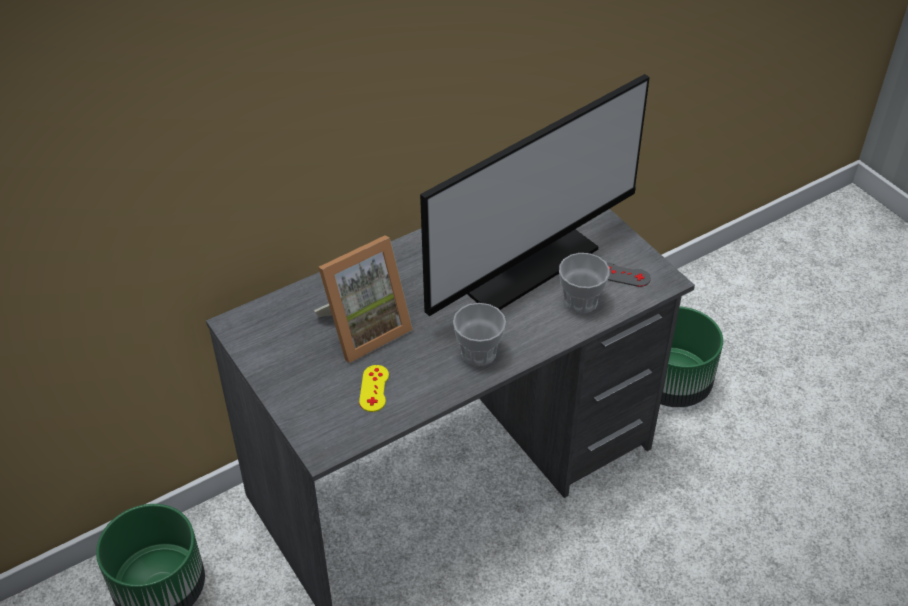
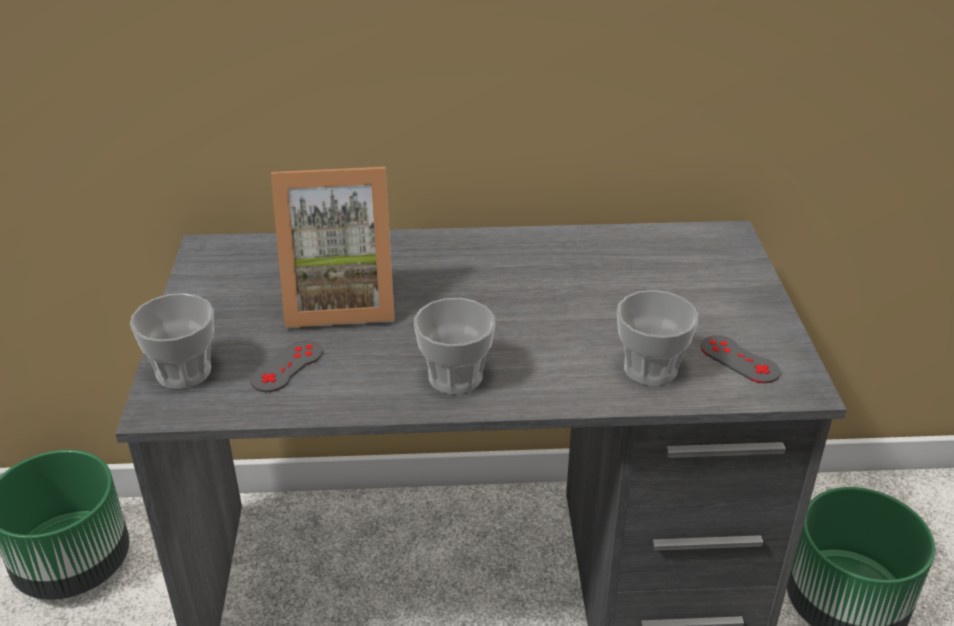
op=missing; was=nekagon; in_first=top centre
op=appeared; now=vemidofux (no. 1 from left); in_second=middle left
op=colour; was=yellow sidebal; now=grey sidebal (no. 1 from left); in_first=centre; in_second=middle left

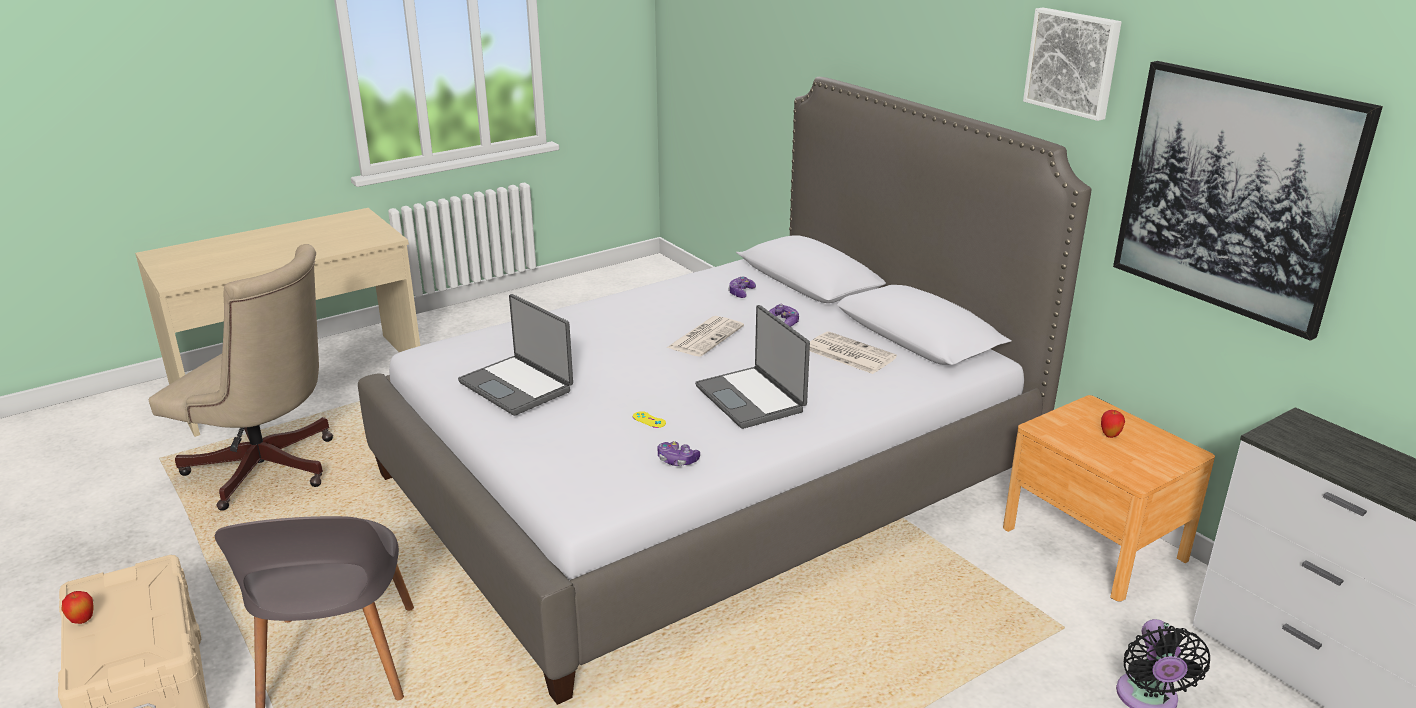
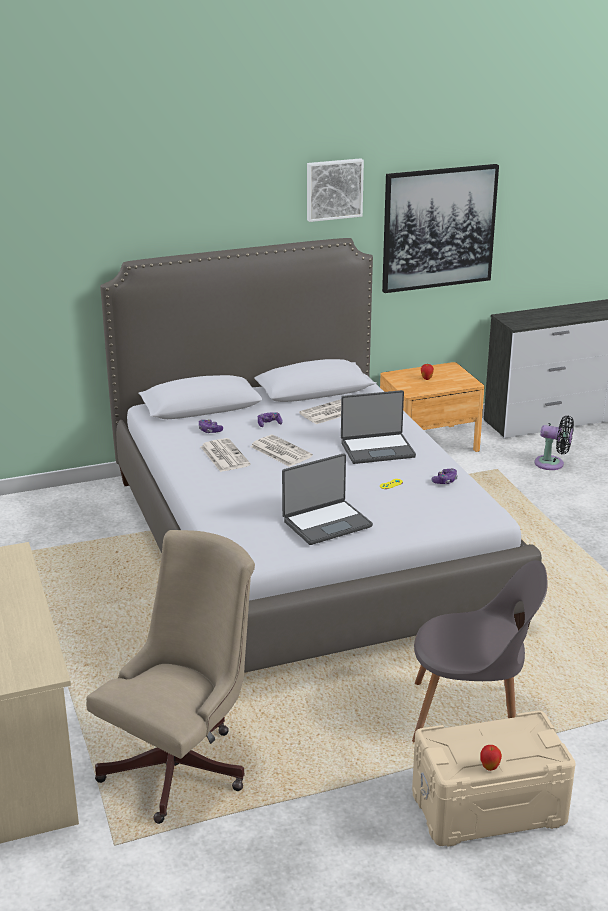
op=appeared; now=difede (no. 1 from left); in_second=centre

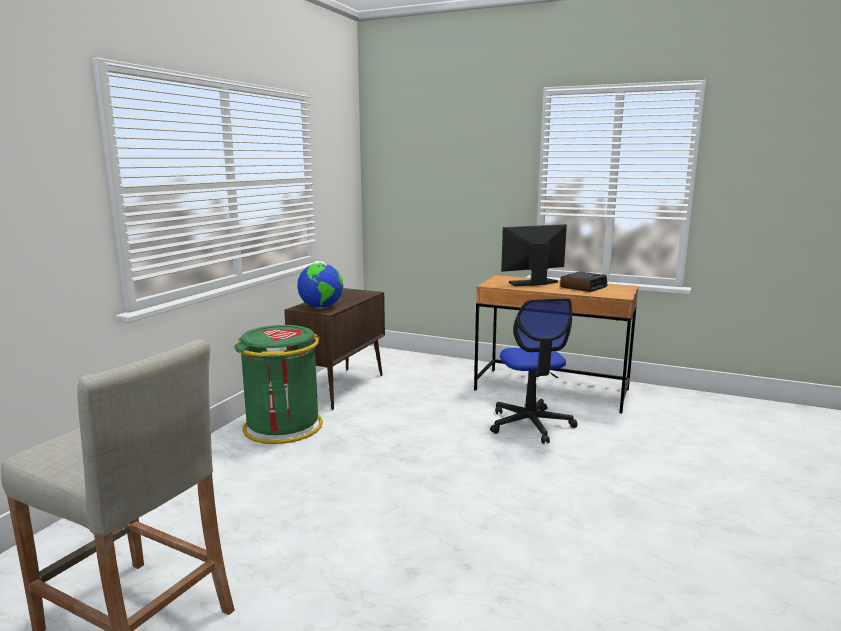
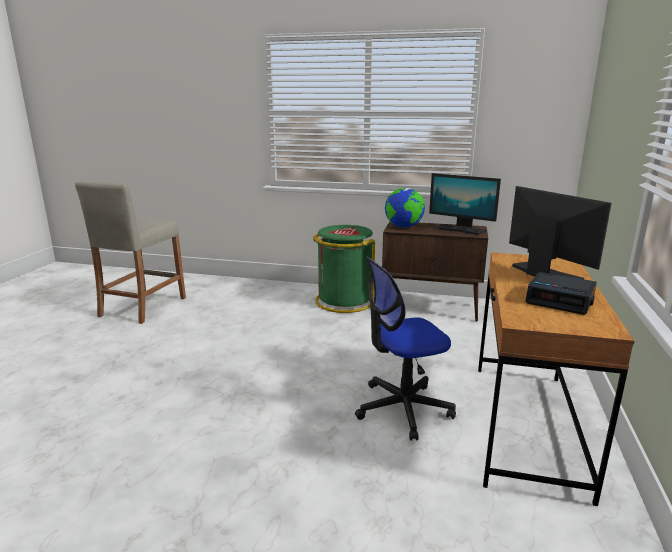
op=appeared; now=nekagon (no. 1 from left); in_second=middle right

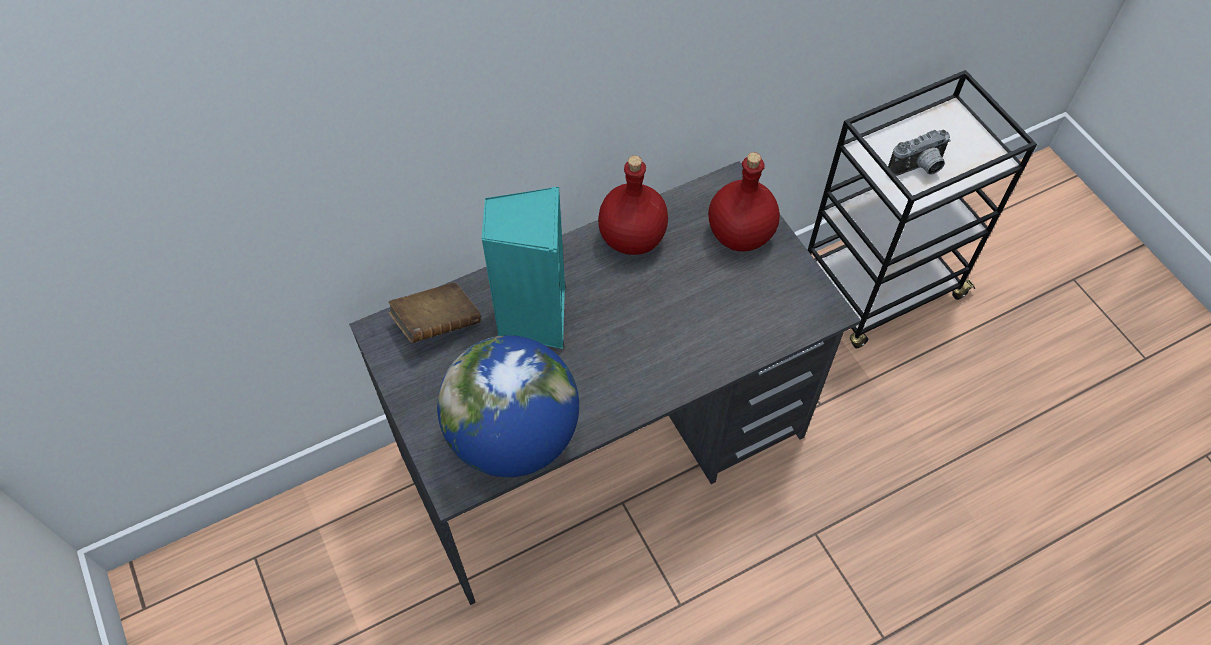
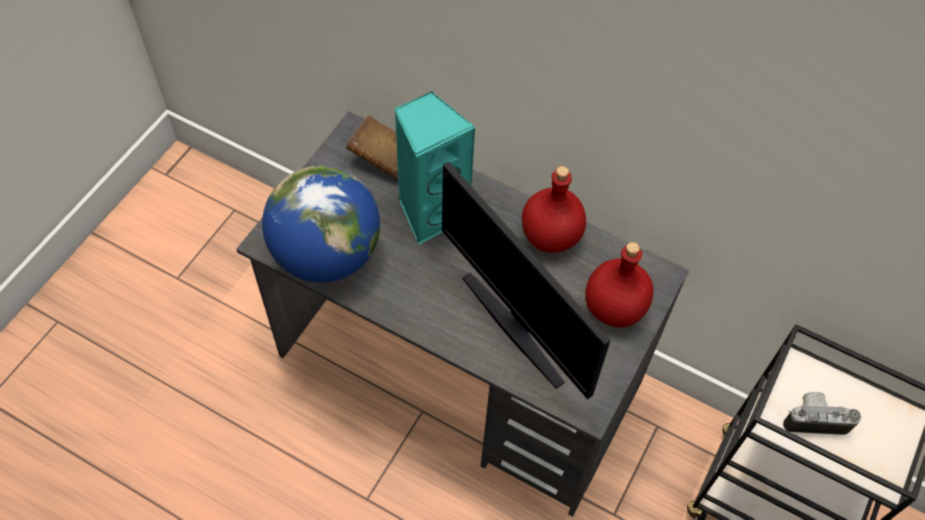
op=appeared; now=nekagon; in_second=centre
op=spun; was=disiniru; in_first=top right; in_second=bottom right; clockwise=150

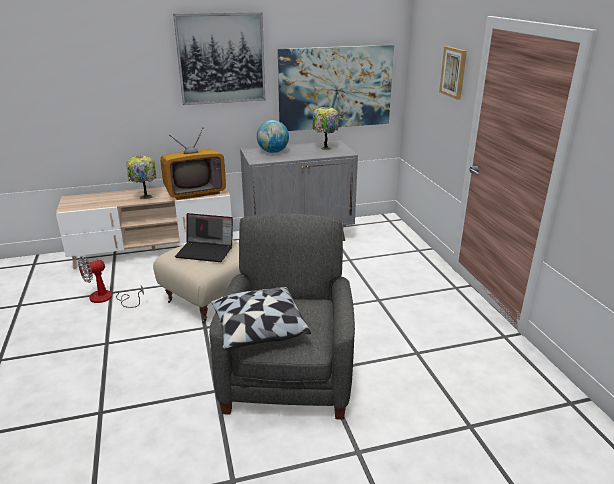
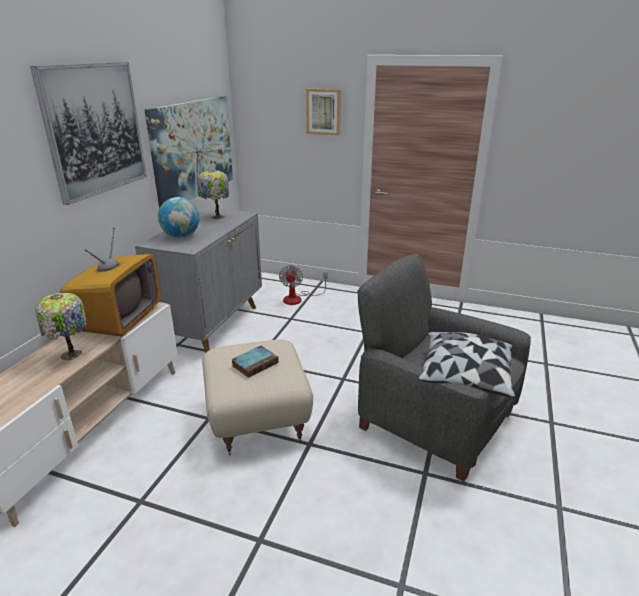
op=relocated; was=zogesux; in_first=middle left; in_second=centre
op=exchanged; was=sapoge; now=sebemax; in_first=middle left; in_second=centre

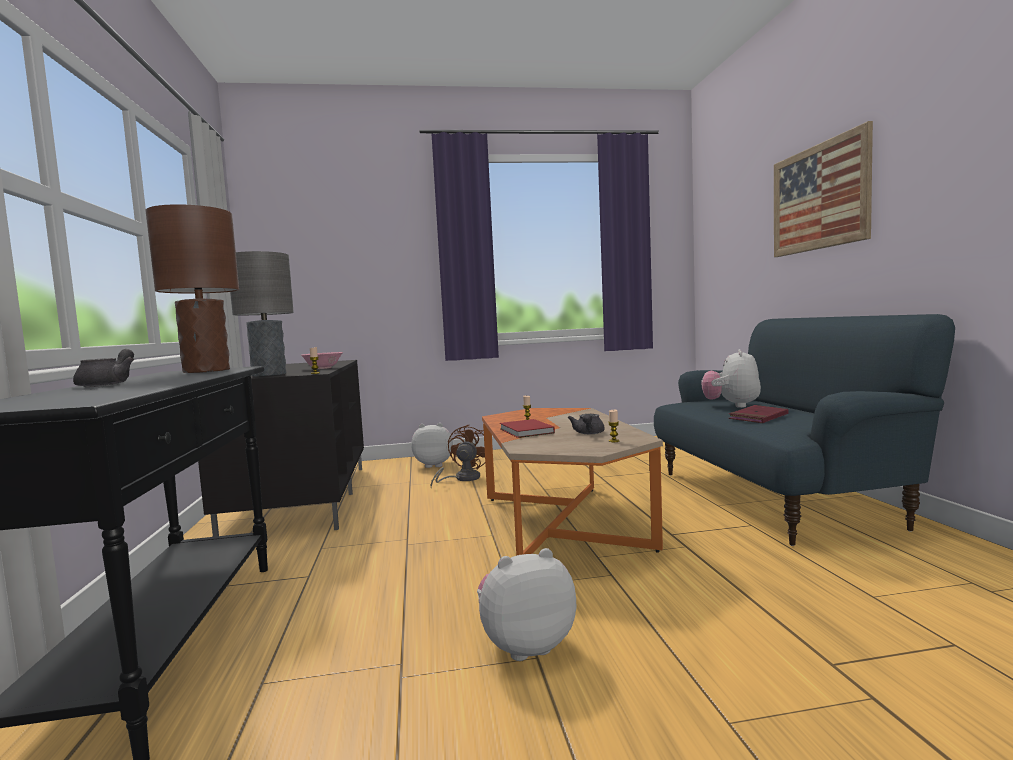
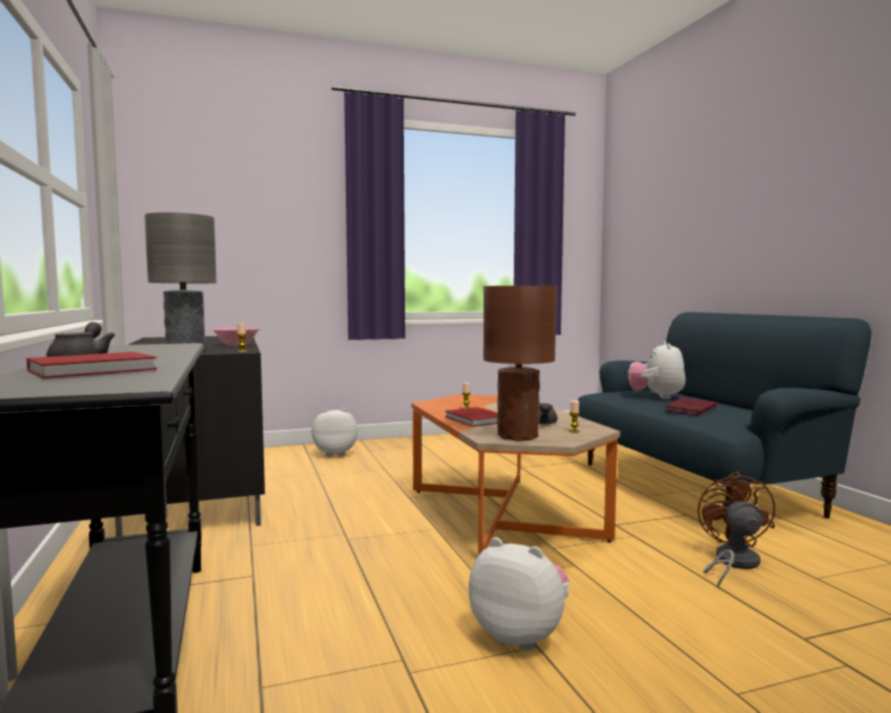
op=missing; was=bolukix; in_first=top right
op=appeared; now=red sebemax (no. 1 from left); in_second=middle left
op=relocated; was=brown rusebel; in_first=middle left; in_second=centre
op=relocated; was=brown zogesux; in_first=centre; in_second=bottom right
op=spun; was=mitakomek (no. 2 from left); in_first=bottom centre; in_second=bottom centre; clockwise=60

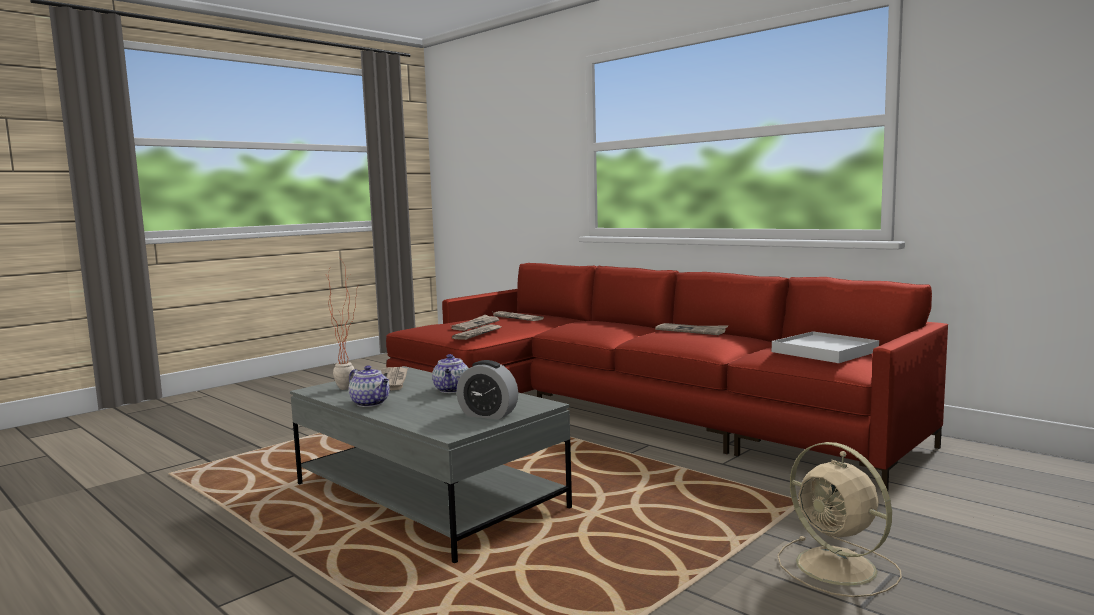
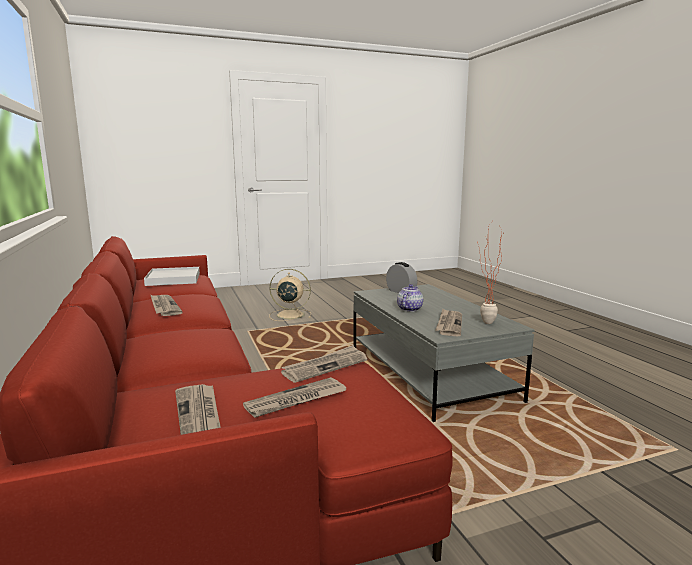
op=missing; was=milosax (no. 1 from left); in_first=centre
op=spun; was=beige zogesux; in_first=bottom right; in_second=centre; clockwise=-75

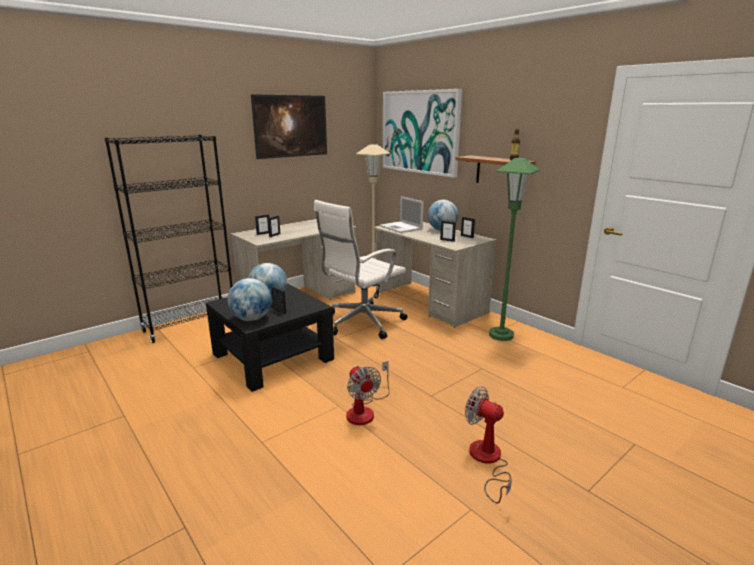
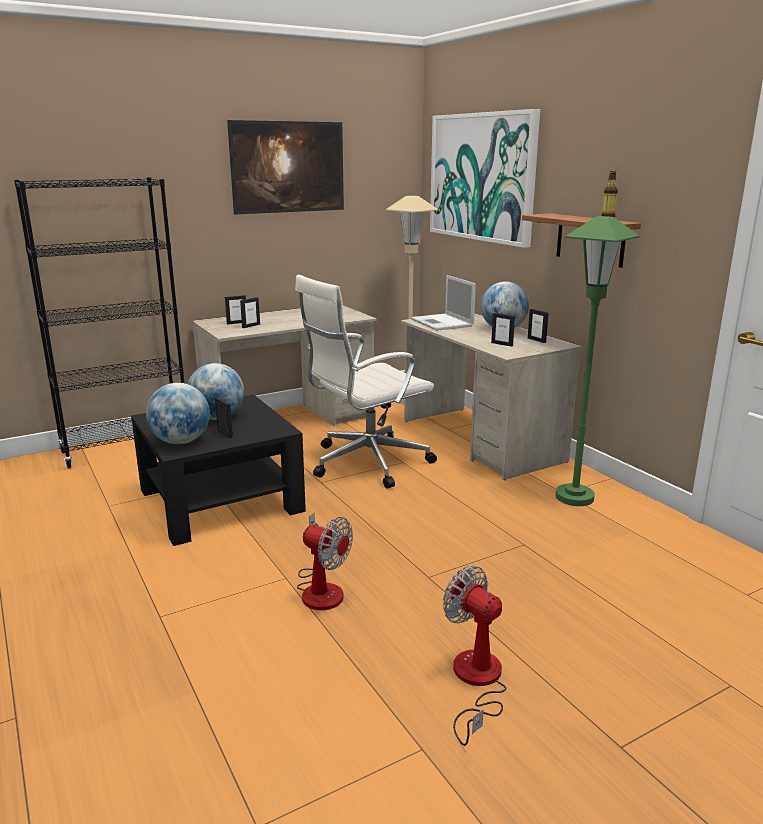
op=spun; was=zogesux (no. 1 from left); in_first=bottom centre; in_second=bottom centre; clockwise=-45

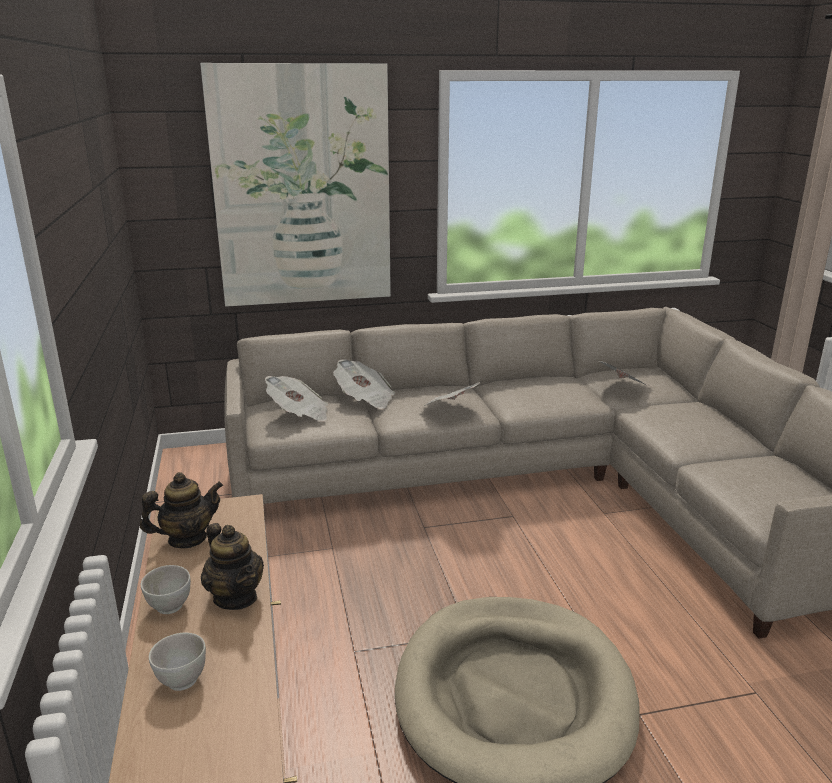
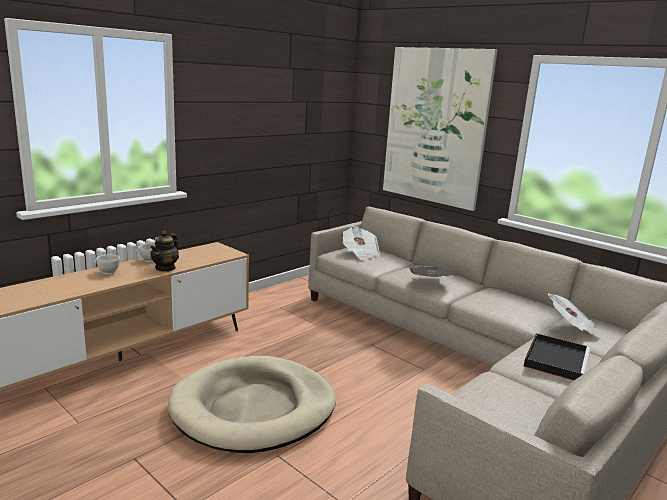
op=missing; was=milosax (no. 1 from left); in_first=middle left
op=missing; was=difede (no. 2 from left); in_first=centre
op=appeared; now=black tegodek; in_second=bottom right

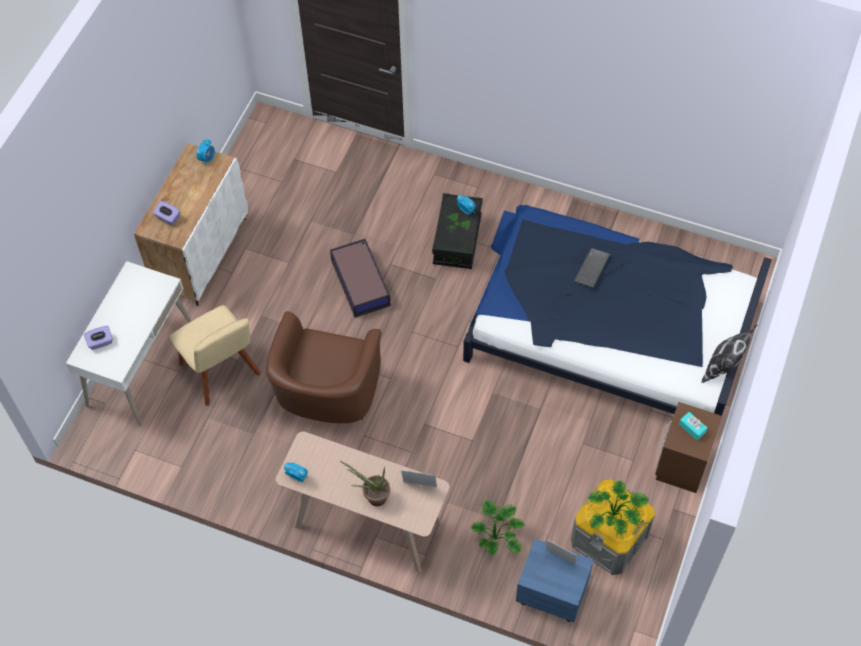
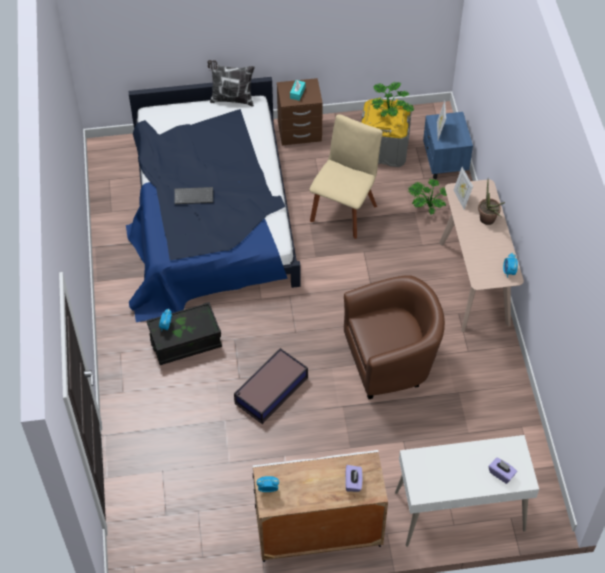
op=relocated; was=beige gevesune; in_first=middle left; in_second=top centre

